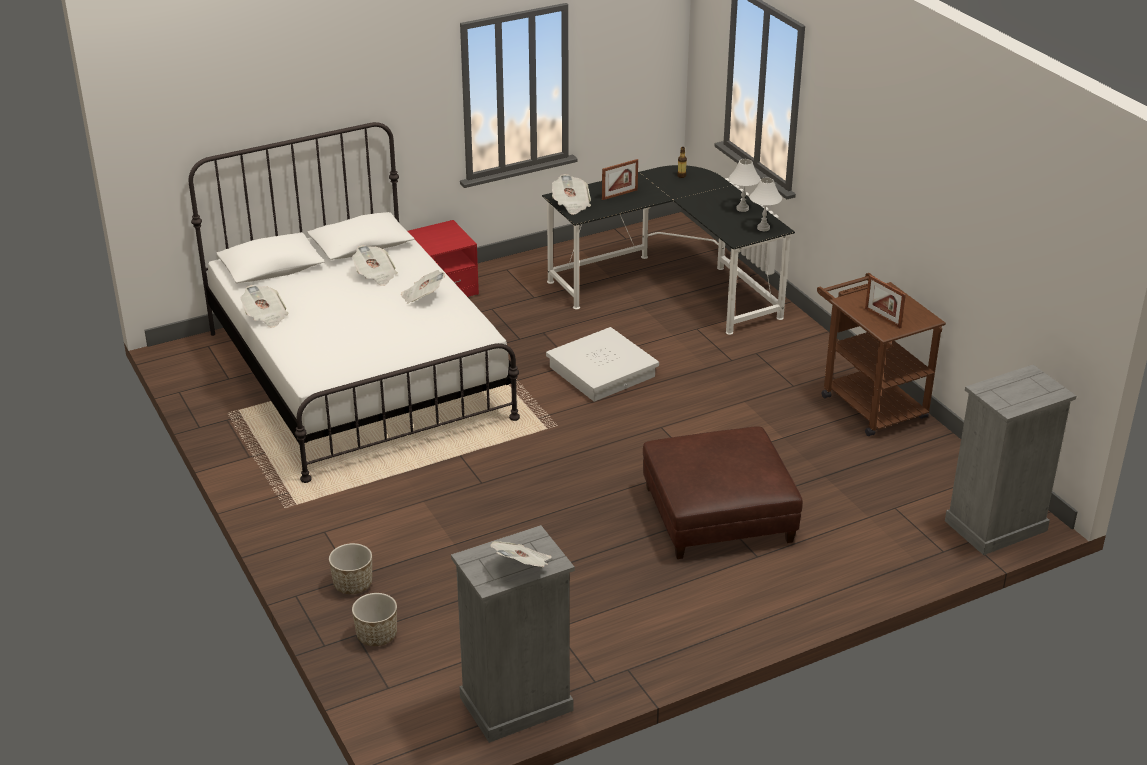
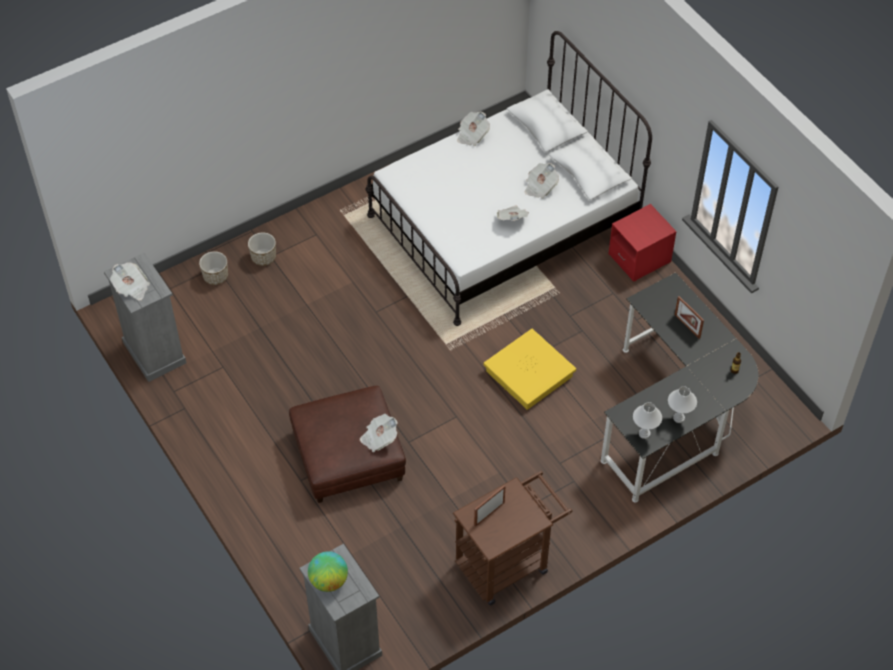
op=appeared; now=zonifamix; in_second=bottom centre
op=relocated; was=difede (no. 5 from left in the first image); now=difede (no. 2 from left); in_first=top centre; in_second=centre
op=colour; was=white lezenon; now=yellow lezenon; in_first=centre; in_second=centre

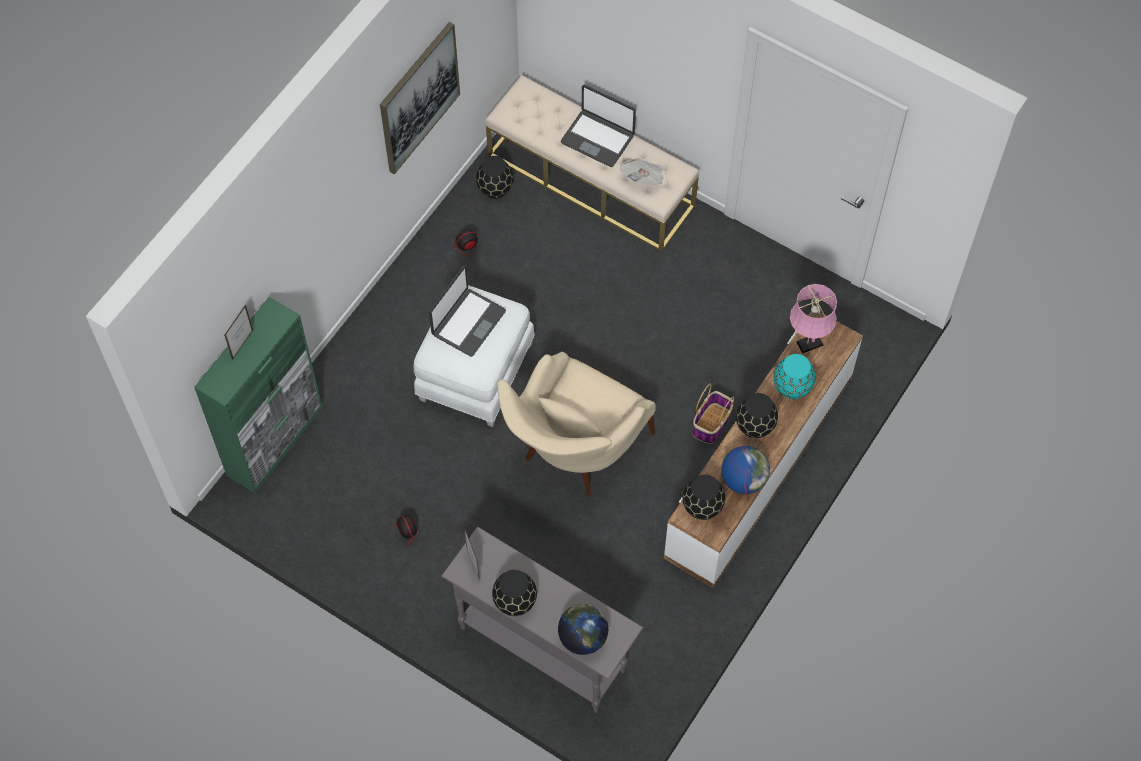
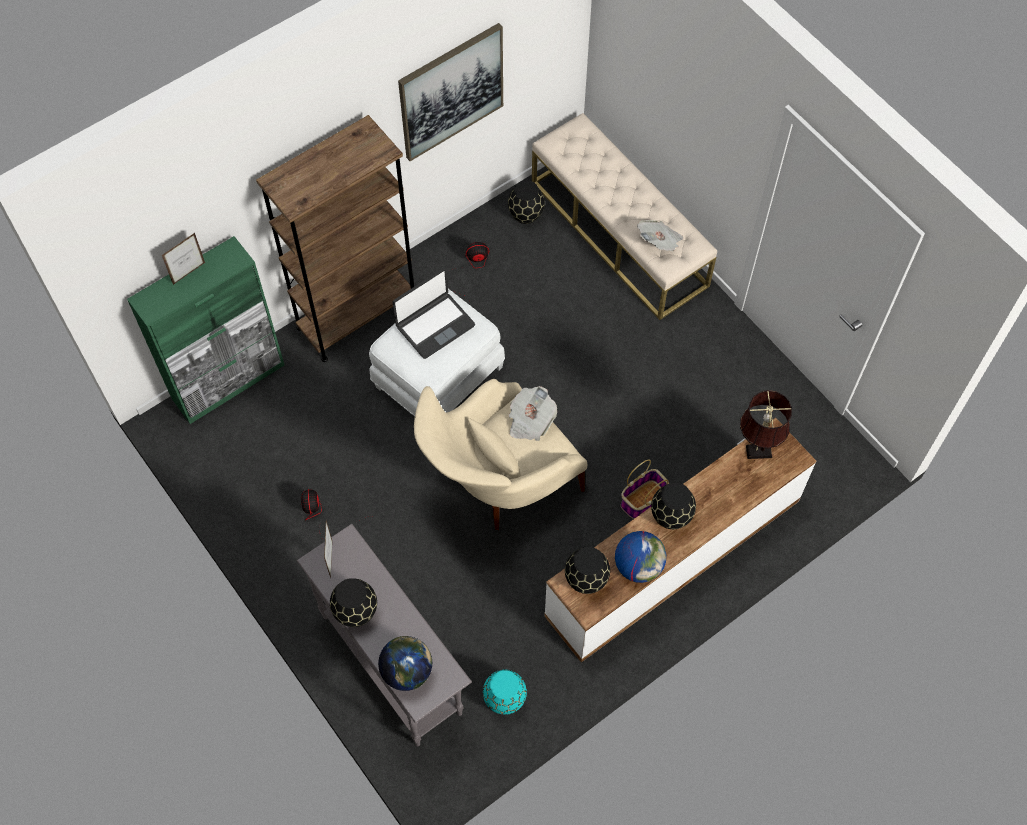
op=missing; was=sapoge (no. 2 from left); in_first=top centre
op=appeared; now=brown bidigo; in_second=top left
op=appeared; now=difede (no. 1 from left); in_second=centre
op=relocated; was=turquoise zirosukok; in_first=middle right; in_second=bottom centre
op=colour; was=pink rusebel; now=brown rusebel; in_first=middle right; in_second=middle right

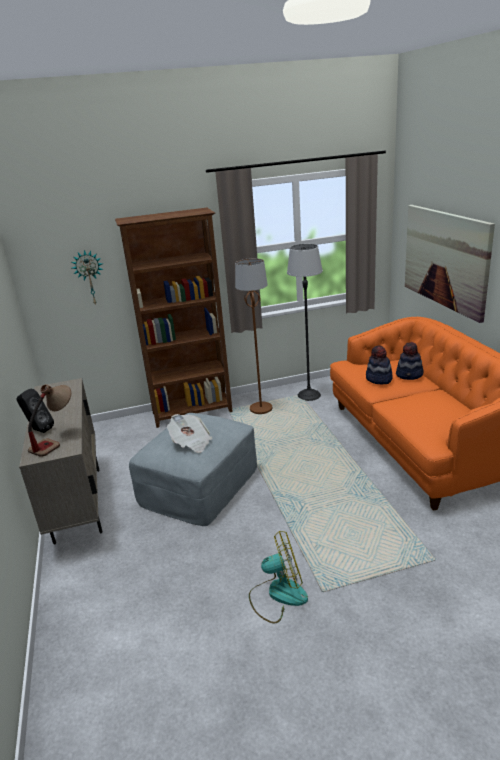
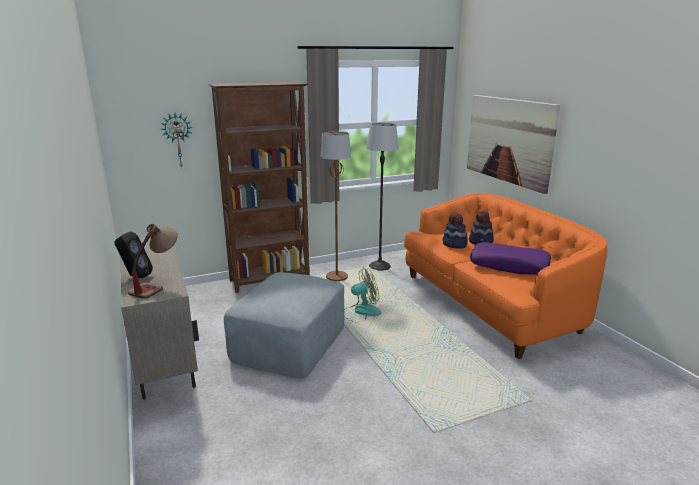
op=missing; was=difede; in_first=centre
op=appeared; now=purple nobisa; in_second=middle right
op=relocated; was=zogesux; in_first=bottom centre; in_second=centre

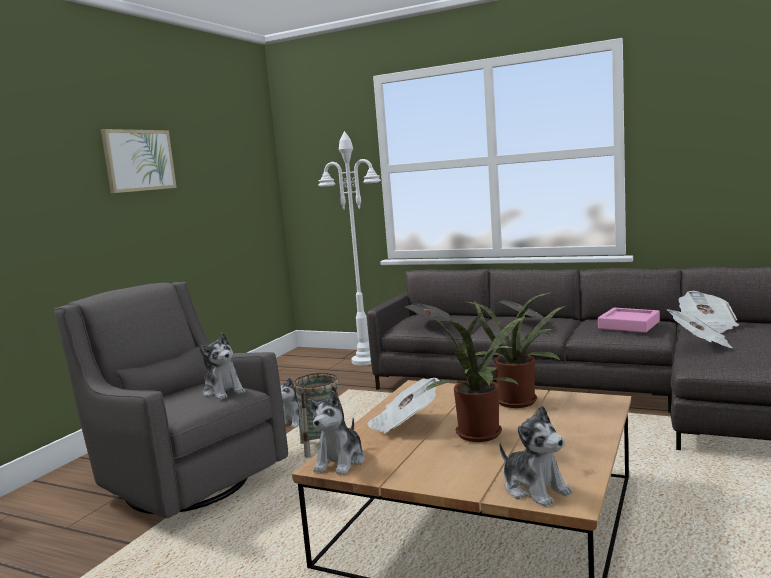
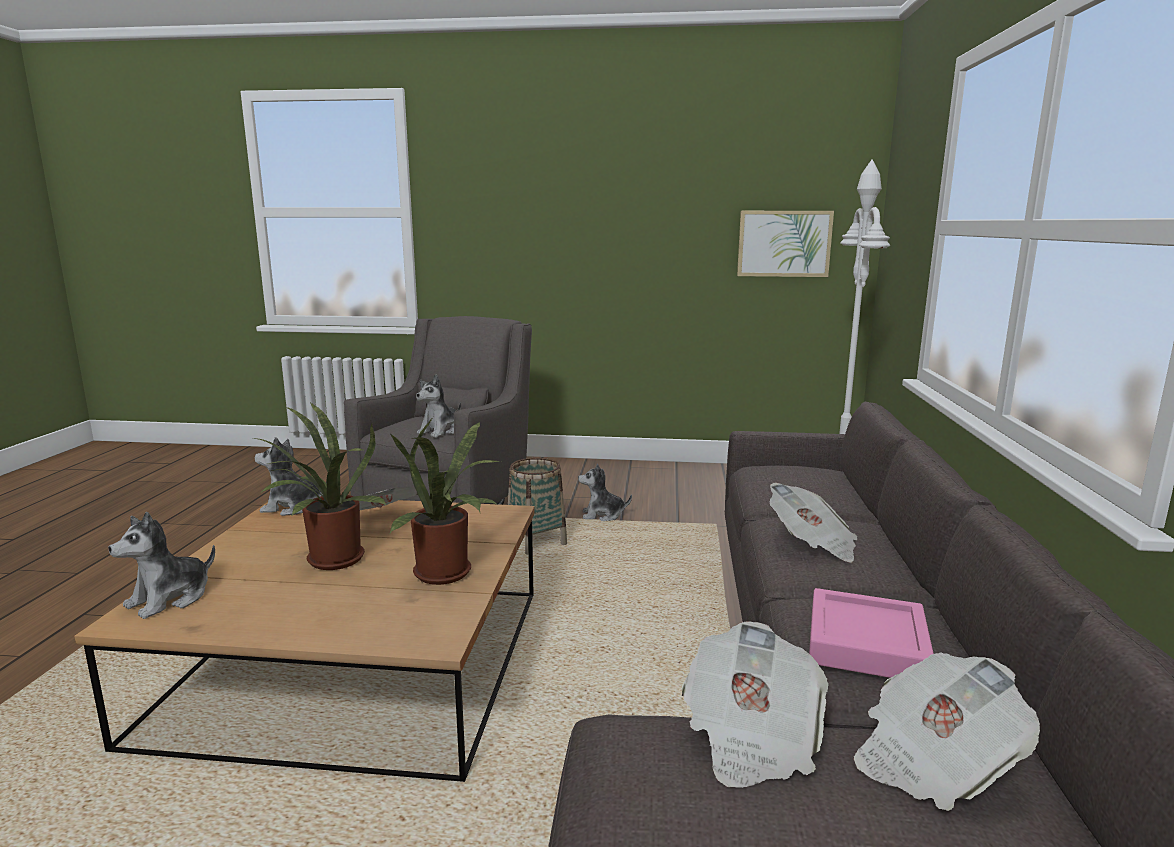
op=missing; was=difede (no. 2 from left); in_first=centre
op=relocated; was=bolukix; in_first=top left; in_second=top right

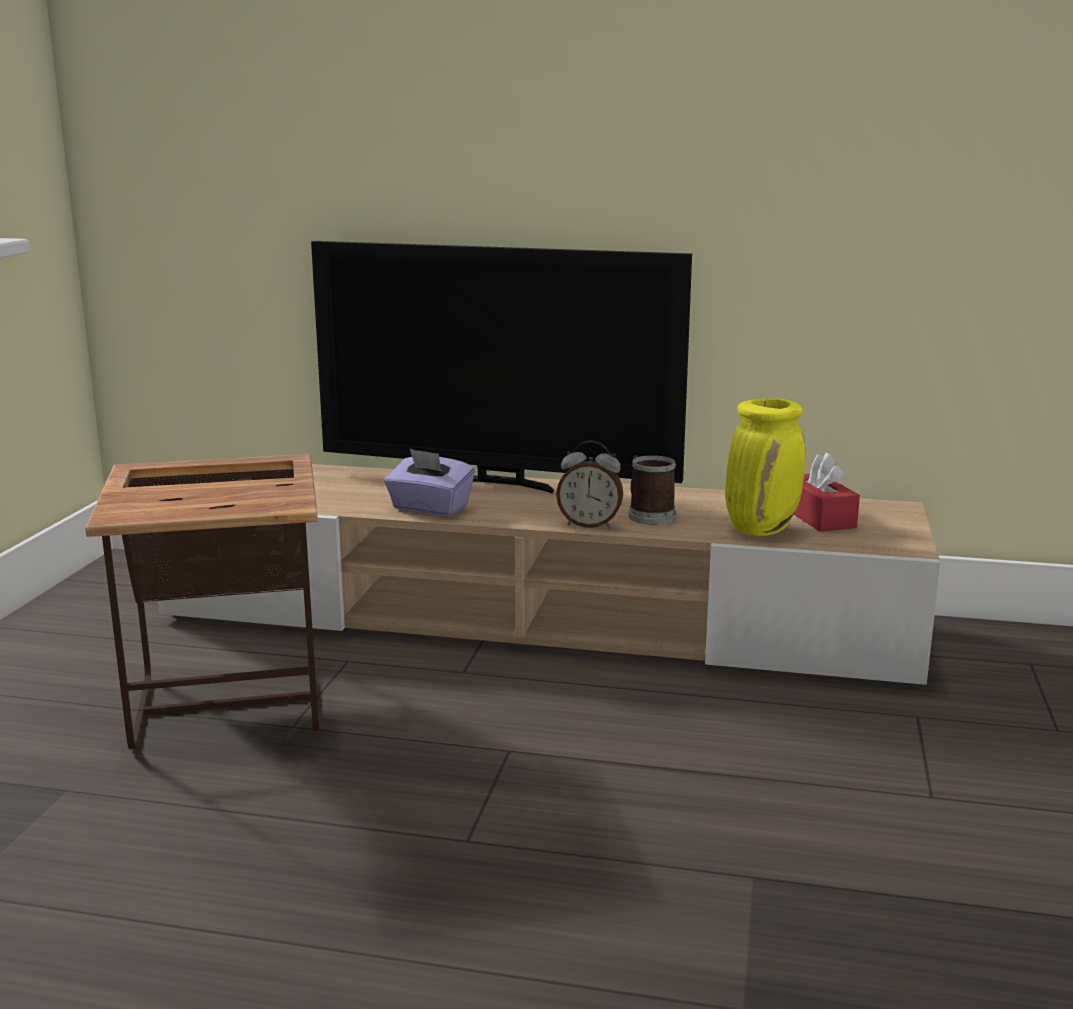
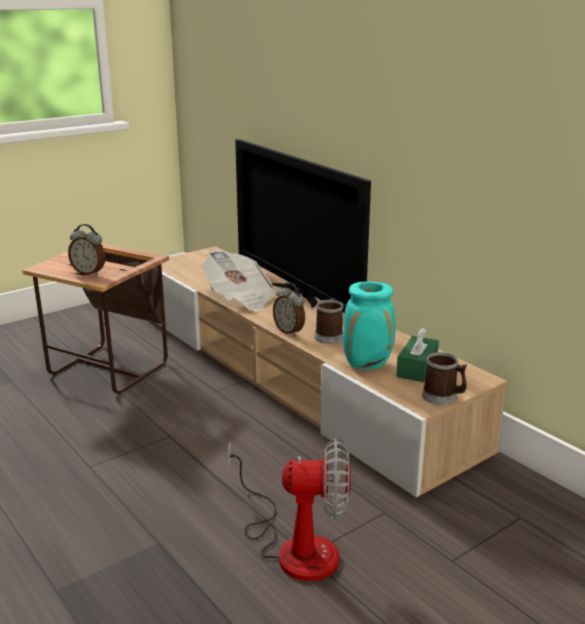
op=appeared; now=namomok (no. 1 from left); in_second=middle left
op=appeared; now=zogesux; in_second=bottom centre
op=appeared; now=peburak (no. 2 from left); in_second=middle right
op=exchanged; was=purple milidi; now=difede; in_first=centre; in_second=centre
op=colour; was=yellow zirosukok; now=turquoise zirosukok; in_first=middle right; in_second=centre
op=colour; was=red milidi; now=green milidi; in_first=middle right; in_second=middle right

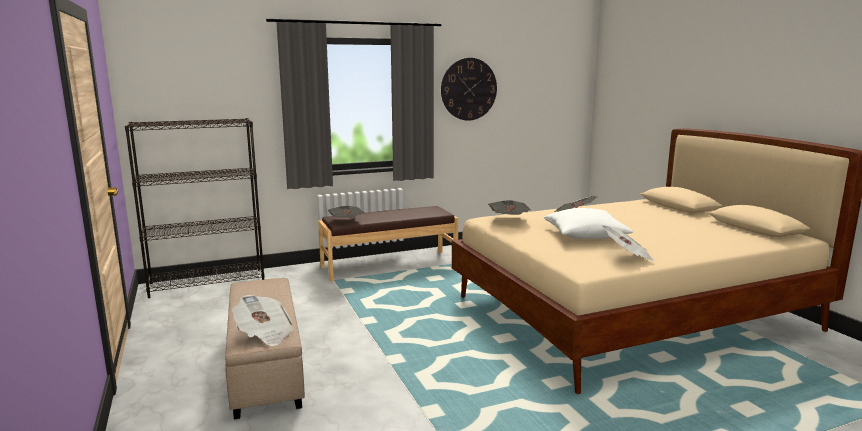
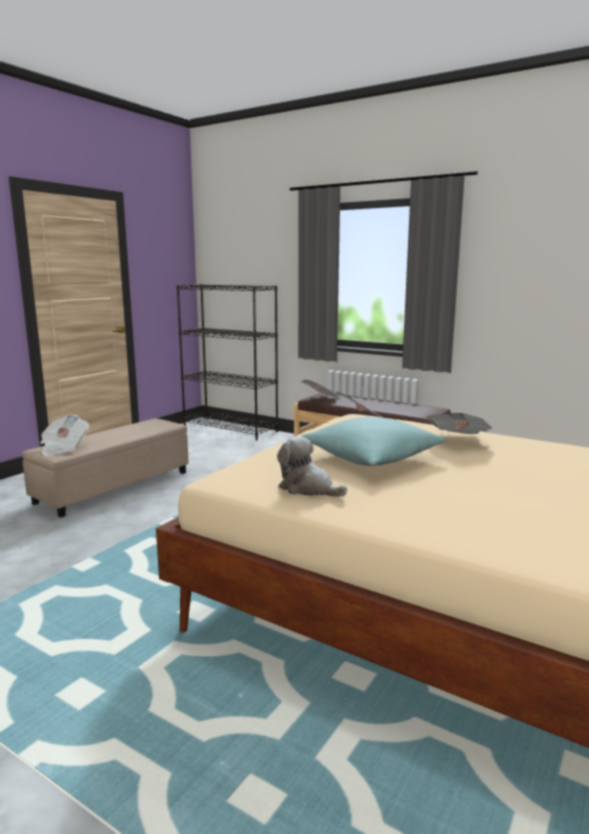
op=missing; was=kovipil; in_first=top centre
op=exchanged; was=difede (no. 5 from left); now=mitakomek; in_first=middle right; in_second=centre
op=colour; was=white nobisa; now=turquoise nobisa; in_first=middle right; in_second=centre

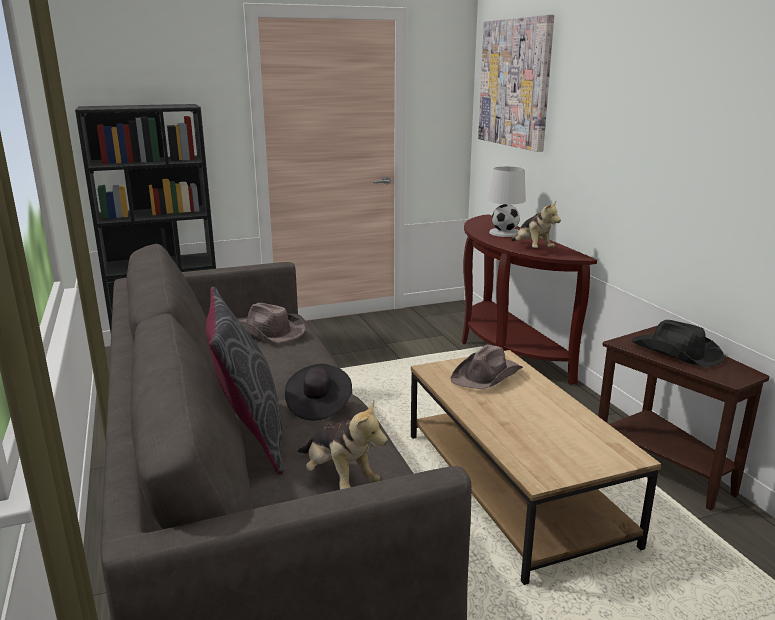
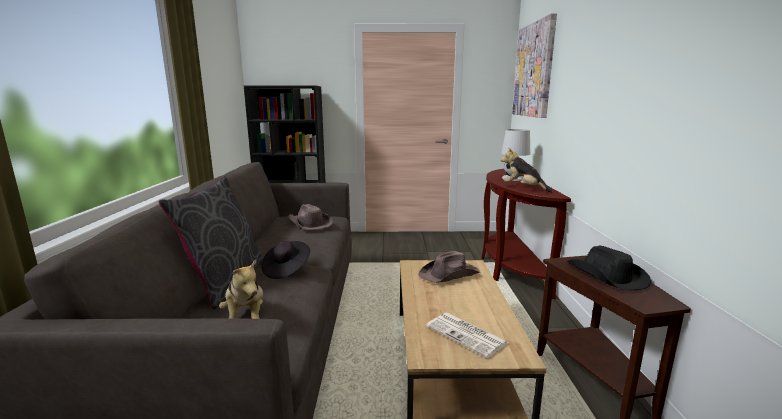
op=appeared; now=difede; in_second=bottom centre
op=spun; was=mitakomek (no. 2 from left); in_first=middle right; in_second=middle right; clockwise=135

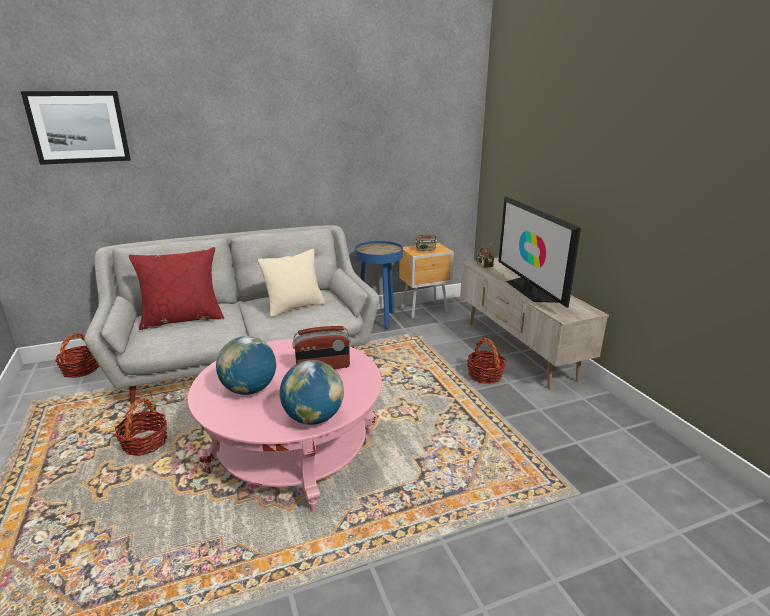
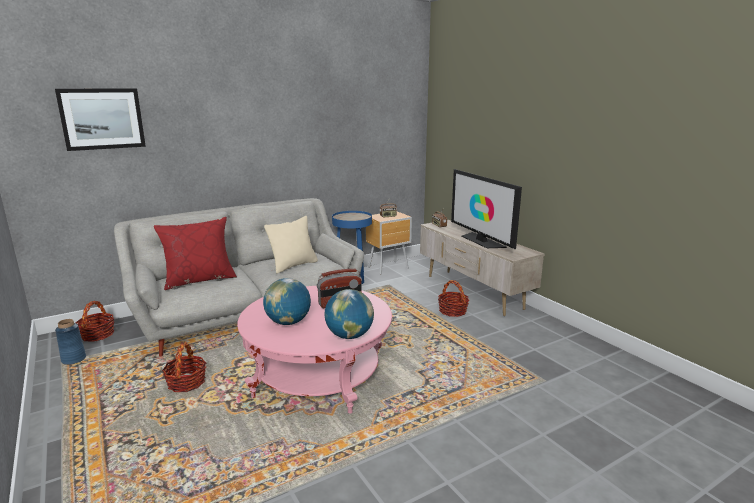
op=appeared; now=blue zirosukok; in_second=bottom left

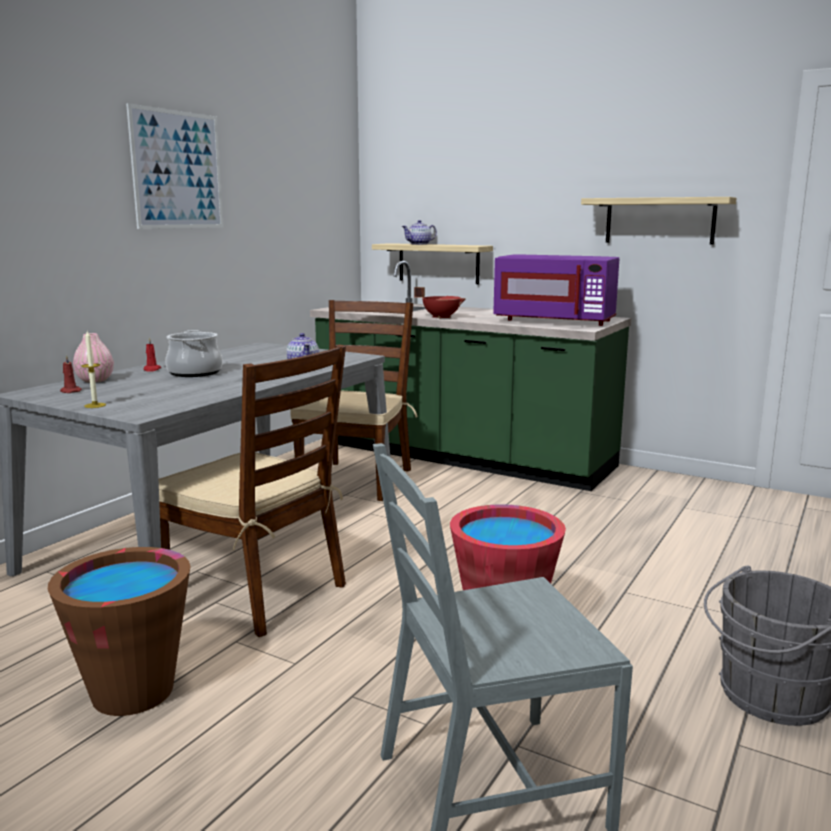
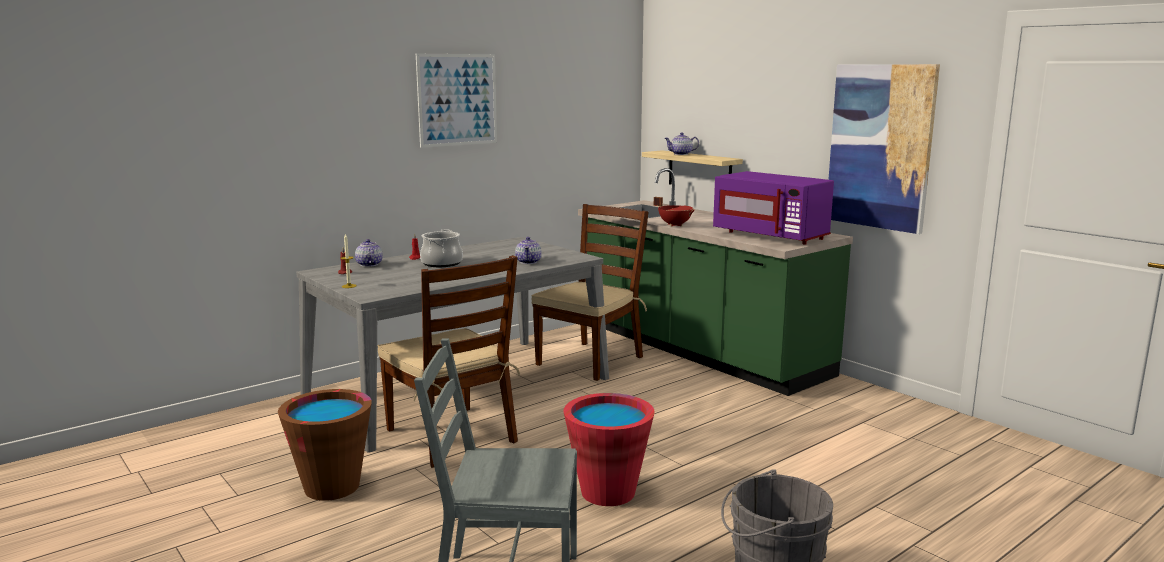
op=exchanged; was=pink zirosukok; now=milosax (no. 1 from left); in_first=middle left; in_second=middle left
op=exchanged; was=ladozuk (no. 2 from left); now=bolukix (no. 2 from left); in_first=top right; in_second=top right

